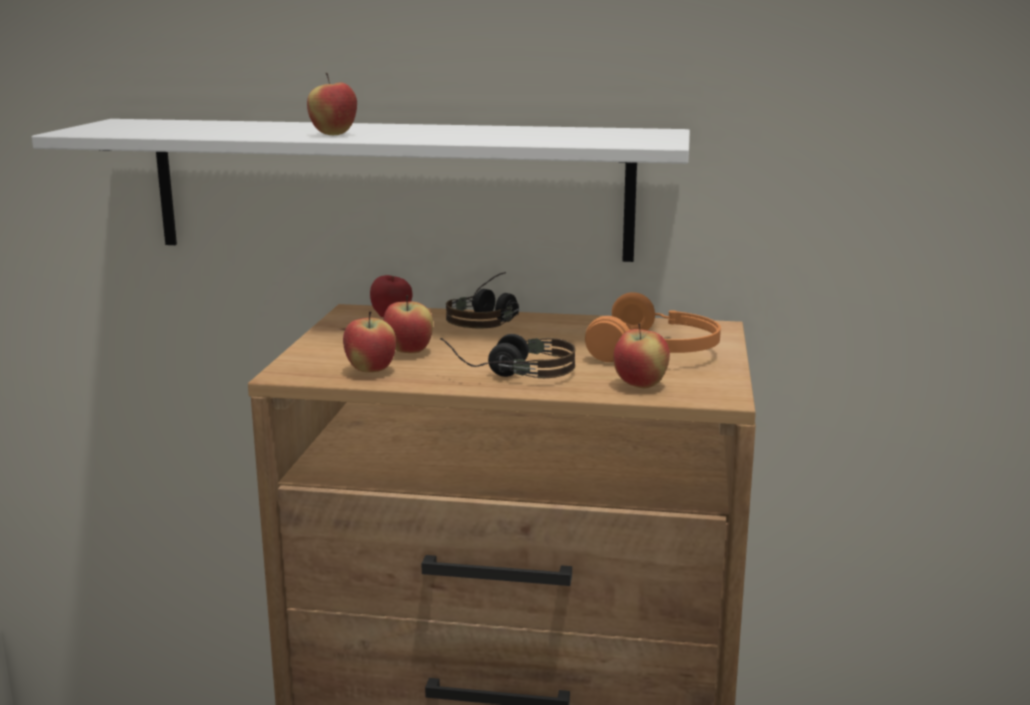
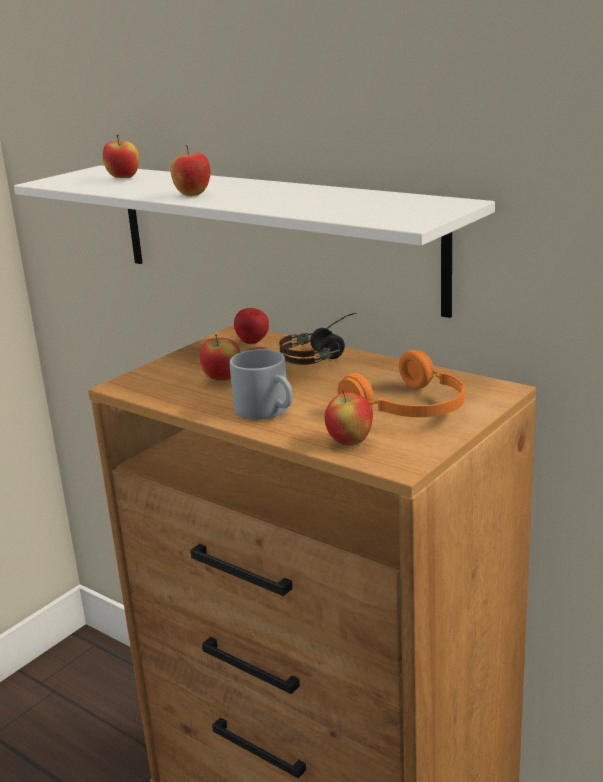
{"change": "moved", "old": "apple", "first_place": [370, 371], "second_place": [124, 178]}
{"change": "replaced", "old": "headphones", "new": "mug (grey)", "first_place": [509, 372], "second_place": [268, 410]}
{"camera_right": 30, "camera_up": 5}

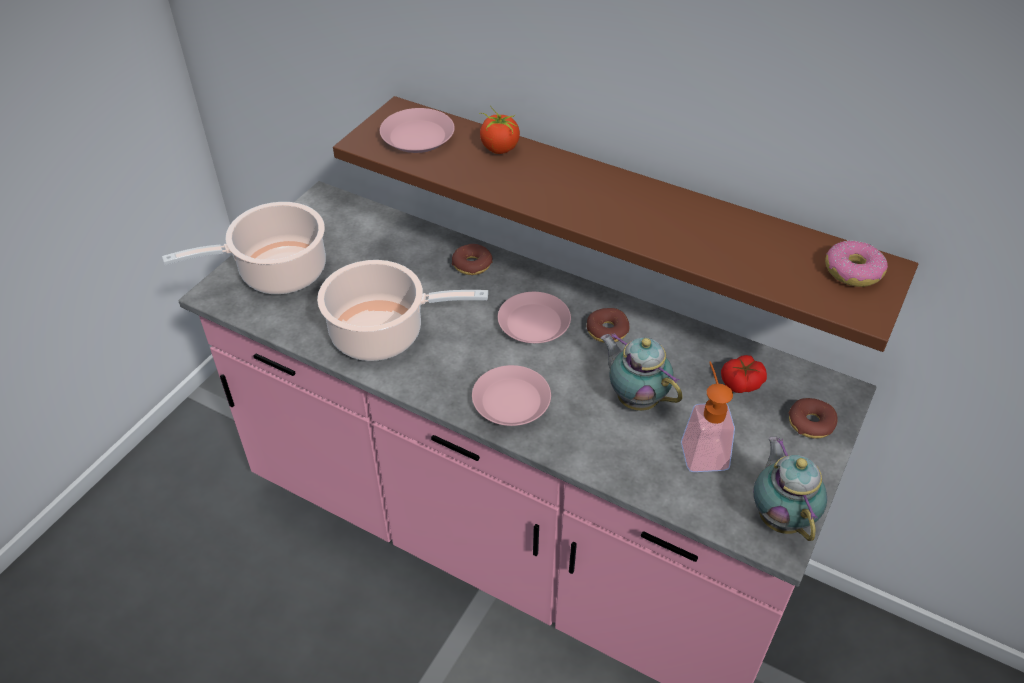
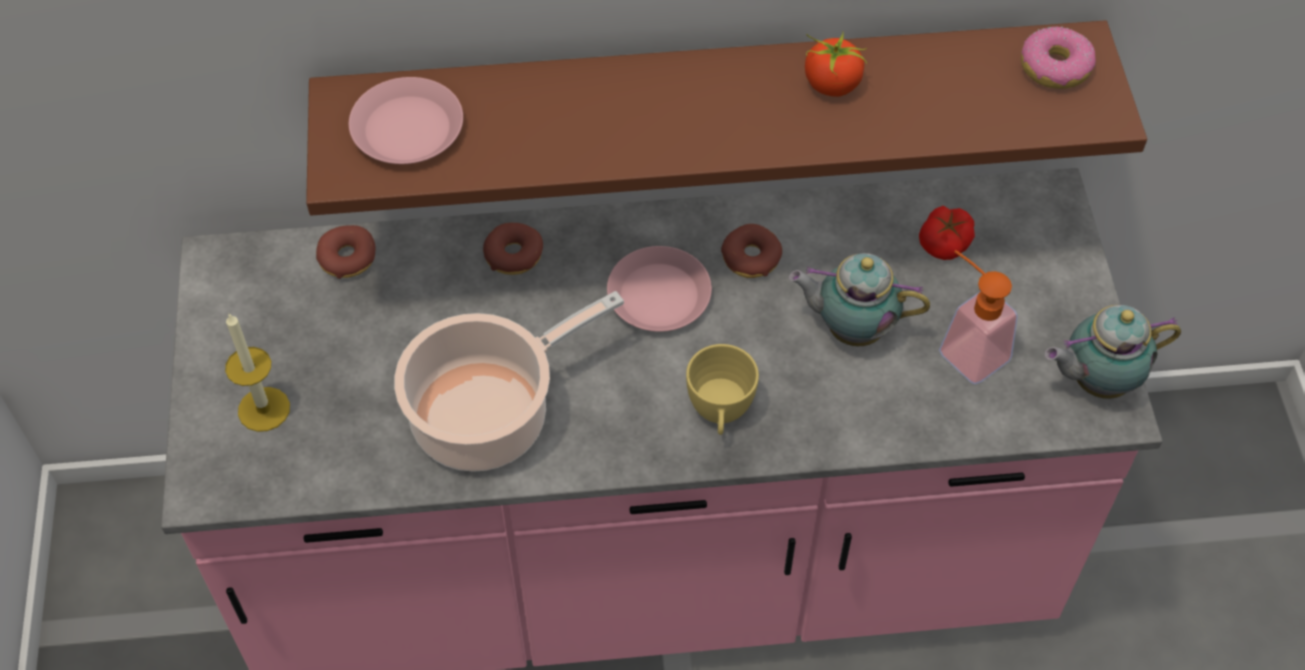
{"change": "replaced", "old": "cooking pot", "new": "candle", "first_place": [277, 273], "second_place": [264, 409]}
{"change": "moved", "old": "donut", "first_place": [810, 423], "second_place": [347, 258]}
{"change": "replaced", "old": "plate (pink)", "new": "cup (yellow)", "first_place": [511, 401], "second_place": [720, 413]}
{"change": "moved", "old": "tomato", "first_place": [499, 148], "second_place": [831, 85]}
{"change": "turned", "old": "teapot", "first_place": [780, 516], "second_place": [1095, 381], "degrees": -60}
{"camera_right": -35, "camera_up": 10}

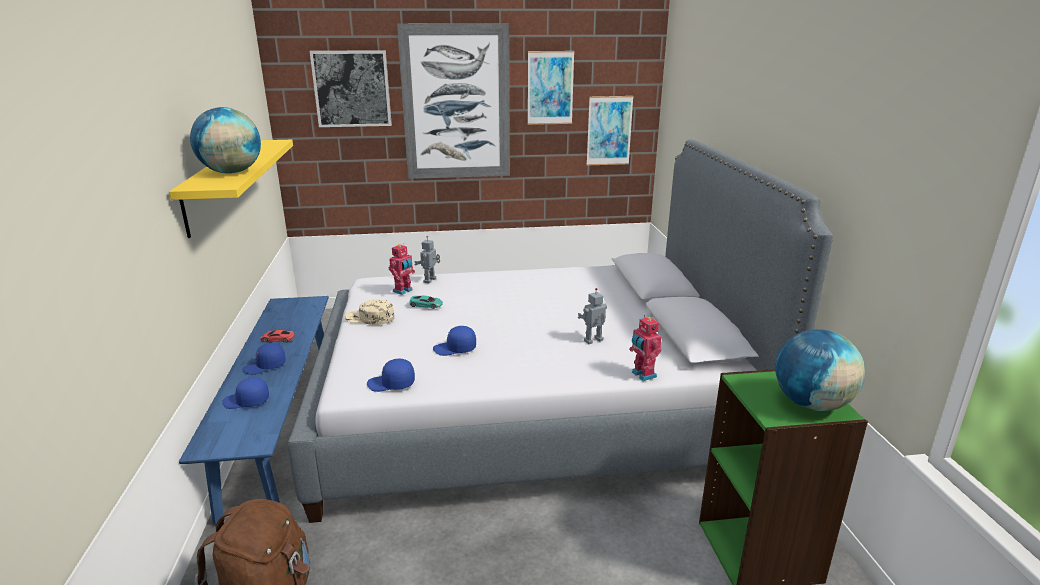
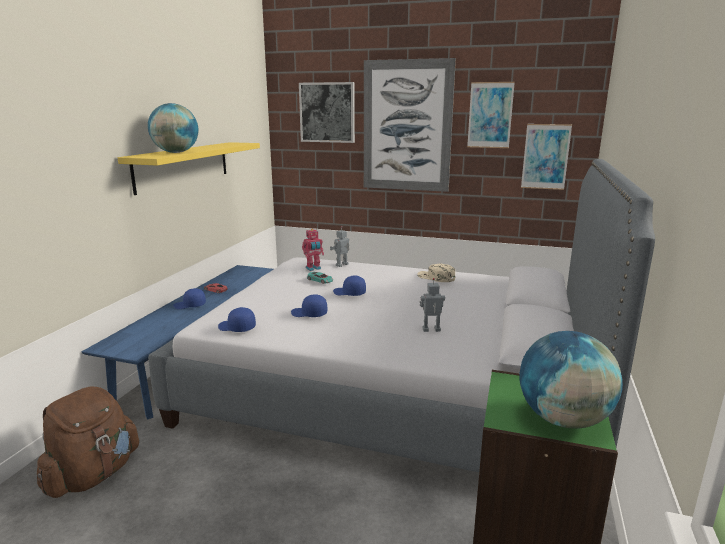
{"change": "moved", "old": "cap (blue)", "first_place": [246, 401], "second_place": [349, 293]}
{"change": "moved", "old": "cap (beige)", "first_place": [370, 318], "second_place": [436, 277]}
{"change": "removed", "old": "toy robot", "first_place": [642, 375]}
{"camera_right": 25, "camera_up": -5}

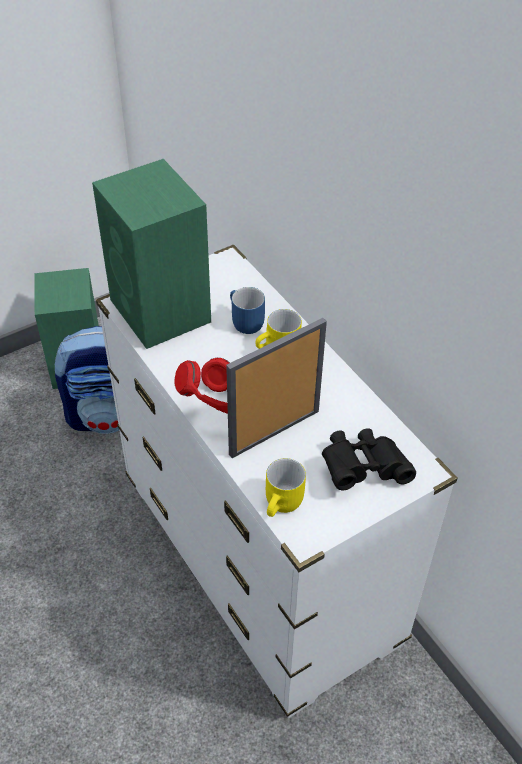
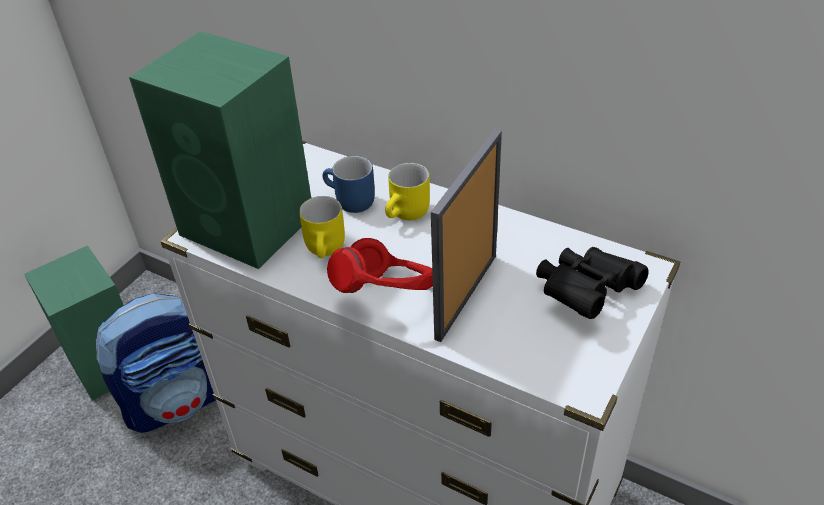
{"change": "moved", "old": "mug (yellow)", "first_place": [284, 505], "second_place": [328, 249]}
{"camera_right": -25, "camera_up": -5}

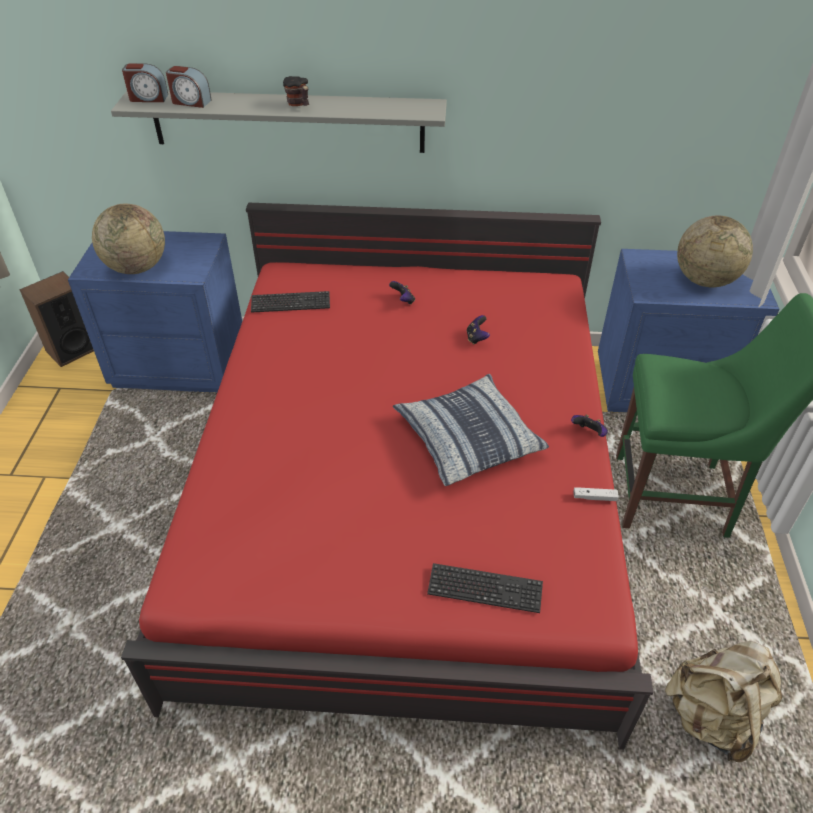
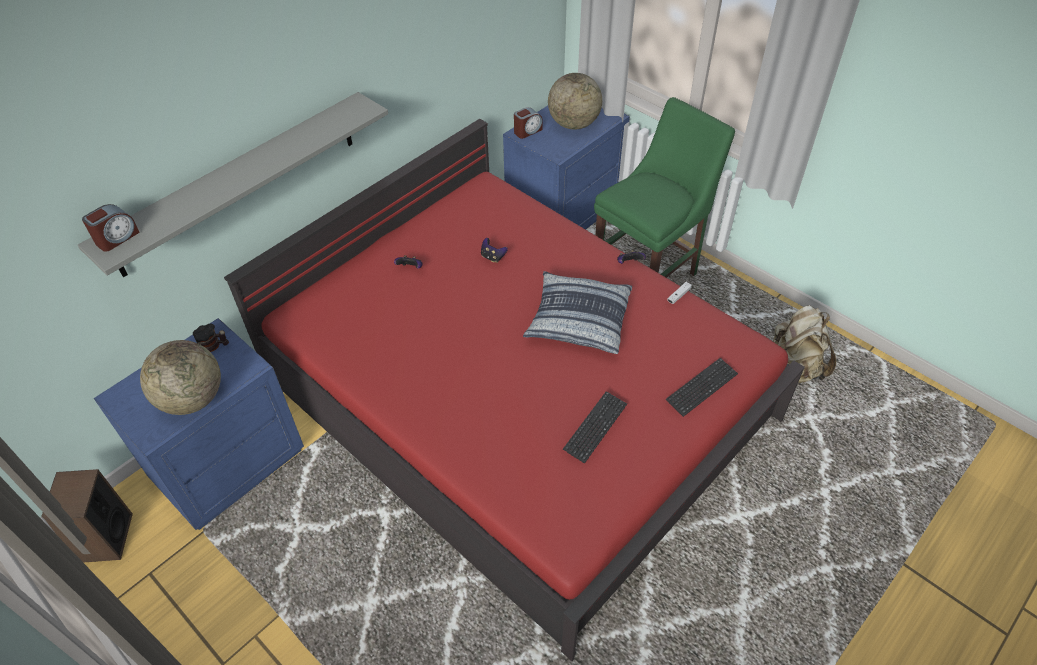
{"change": "moved", "old": "mug", "first_place": [299, 105], "second_place": [214, 346]}
{"change": "moved", "old": "alarm clock", "first_place": [191, 102], "second_place": [527, 131]}
{"change": "moved", "old": "keyboard", "first_place": [290, 303], "second_place": [595, 427]}
{"camera_right": -50, "camera_up": 5}

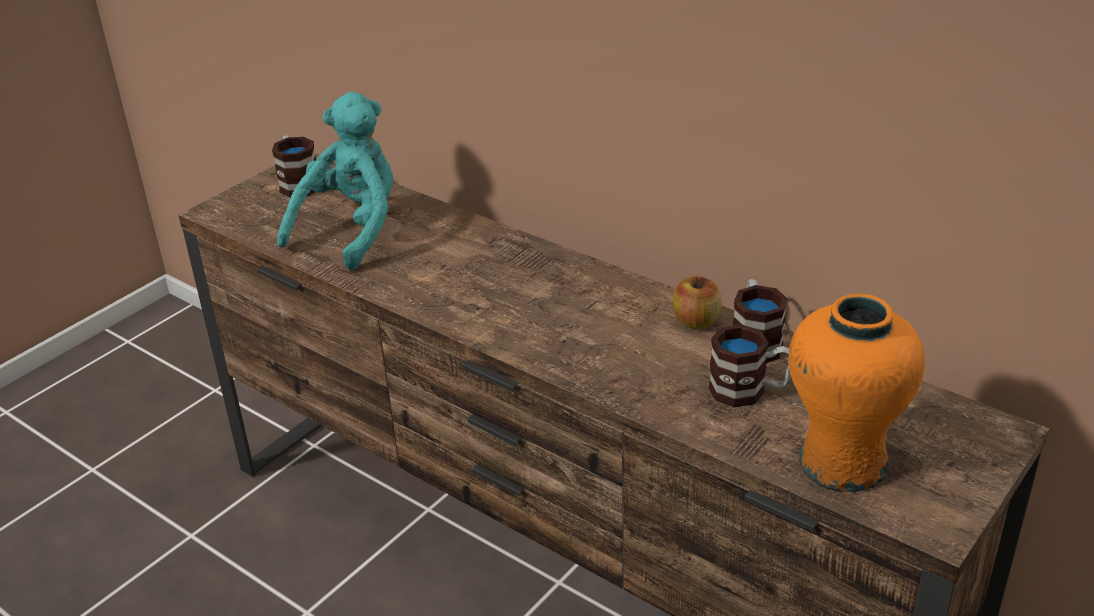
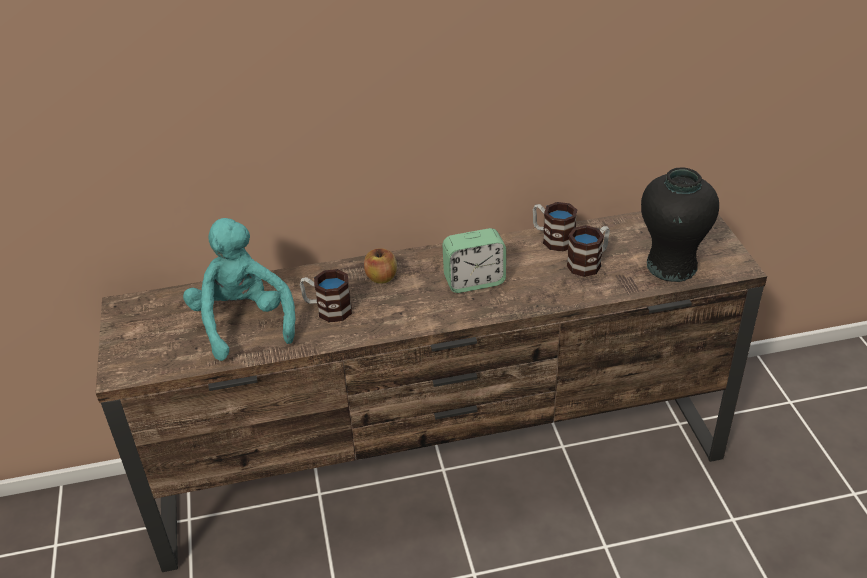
{"change": "moved", "old": "mug", "first_place": [297, 183], "second_place": [327, 309]}
{"change": "moved", "old": "apple", "first_place": [696, 321], "second_place": [381, 278]}
{"change": "added", "new": "alarm clock", "second_place": [474, 281]}
{"change": "recoloured", "old": "vase (orange)", "new": "vase (black)", "first_place": [842, 463], "second_place": [671, 266]}
{"camera_right": -50, "camera_up": 5}

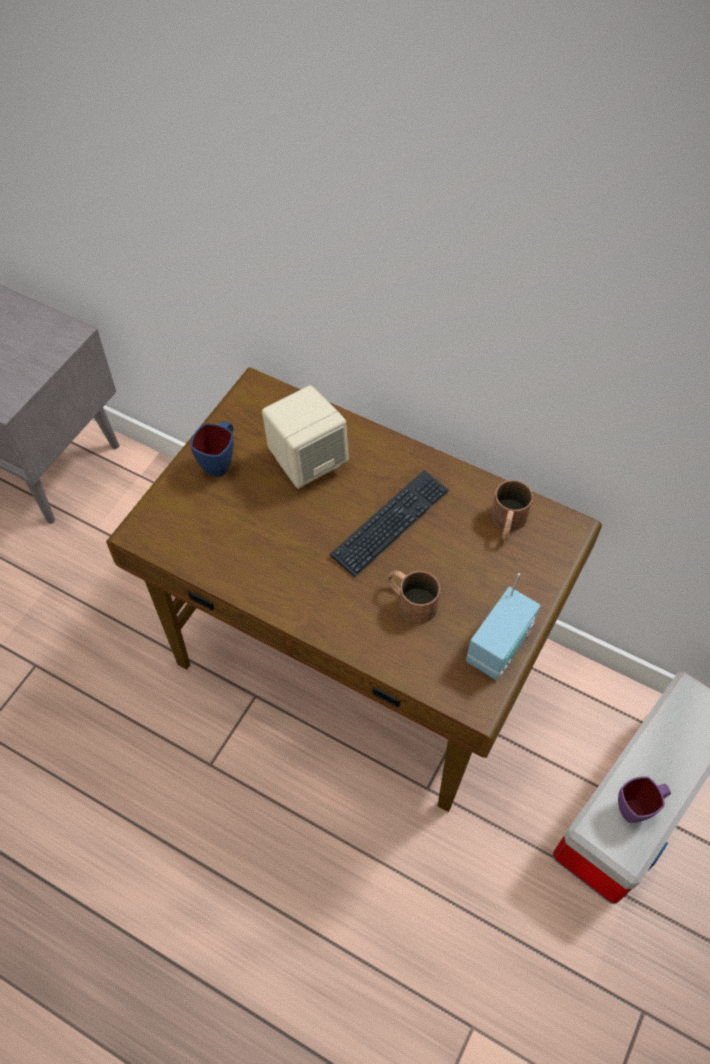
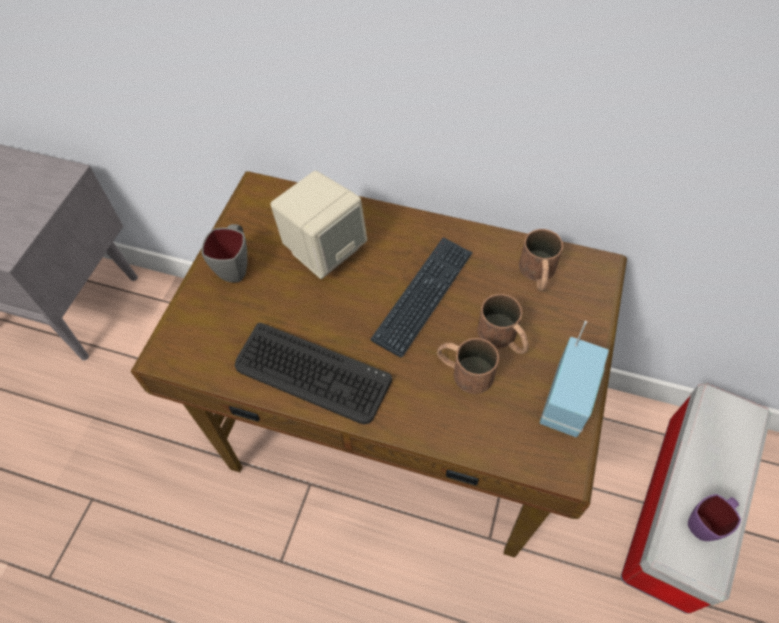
{"change": "recoloured", "old": "mug (blue)", "new": "mug (grey)", "first_place": [220, 461], "second_place": [236, 266]}
{"change": "added", "new": "keyboard", "second_place": [312, 374]}
{"change": "added", "new": "mug (brown)", "second_place": [503, 338]}
{"camera_right": -10, "camera_up": 0}

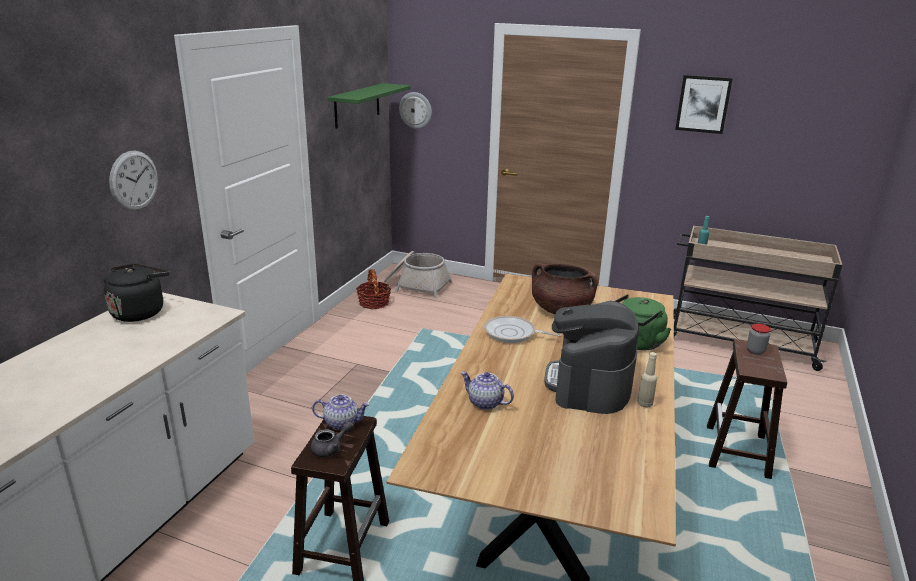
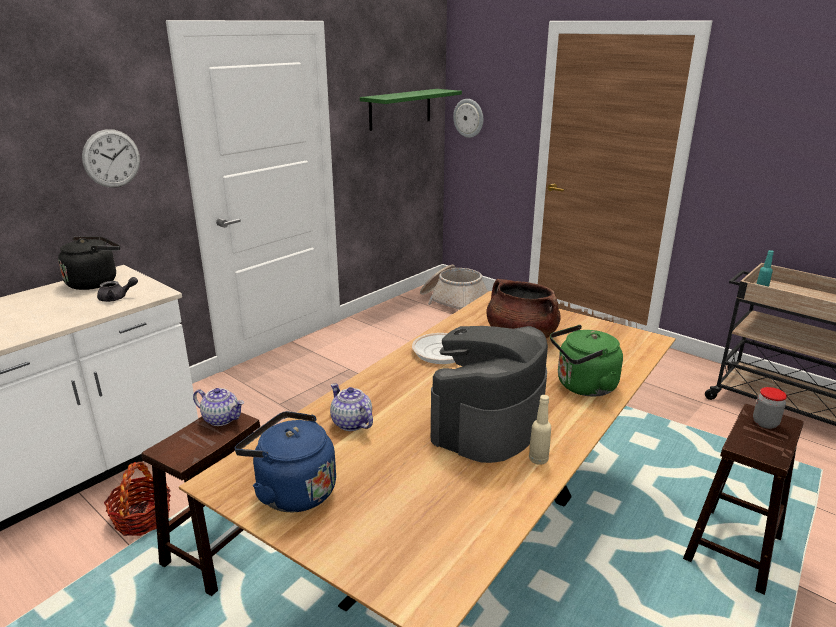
{"change": "moved", "old": "teapot (grey)", "first_place": [331, 448], "second_place": [117, 298]}
{"change": "moved", "old": "basket", "first_place": [374, 303], "second_place": [142, 518]}
{"change": "added", "new": "kettle (blue)", "second_place": [292, 491]}
{"change": "removed", "old": "picture", "first_place": [703, 104]}
{"camera_right": 20, "camera_up": 0}

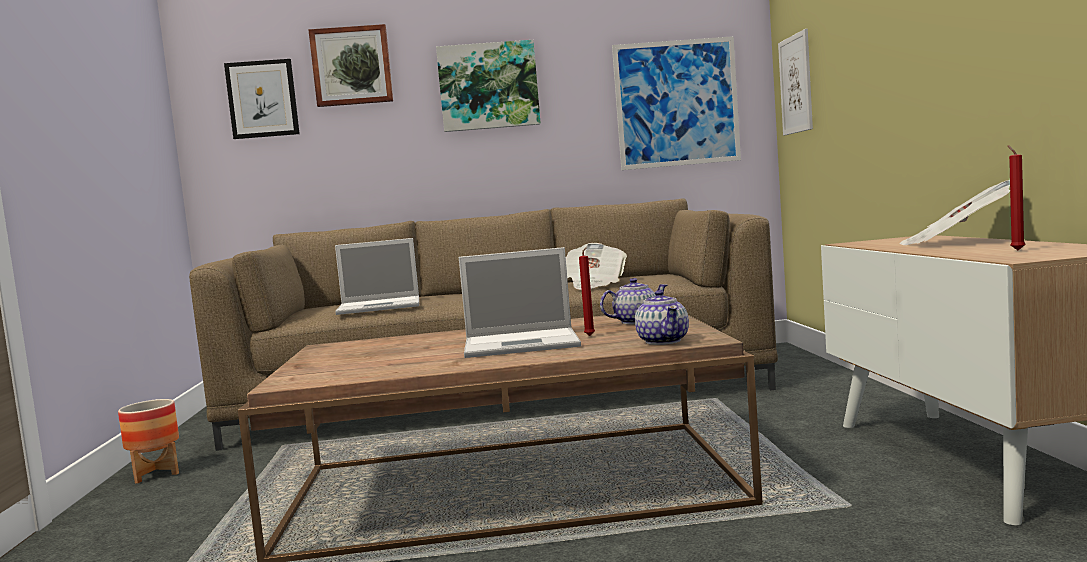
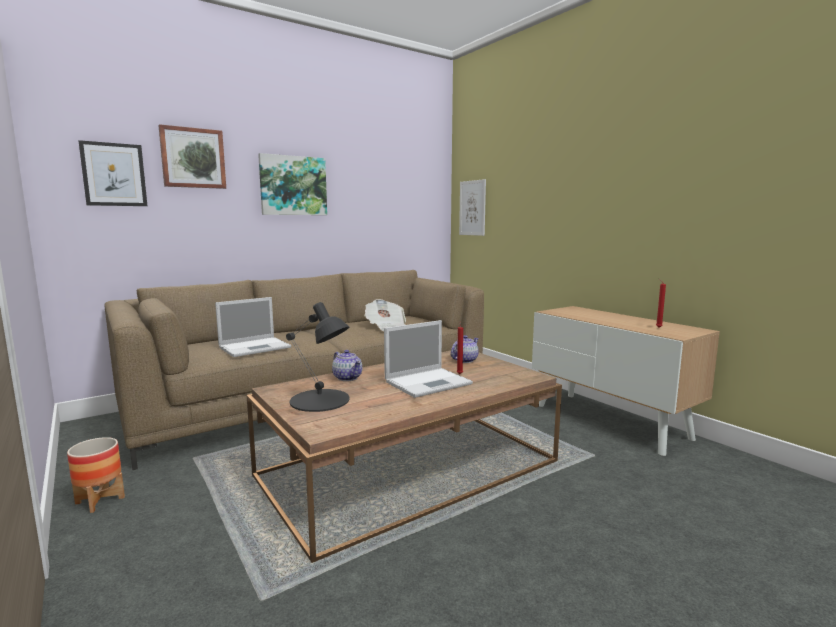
{"change": "added", "new": "table lamp (black)", "second_place": [320, 400]}
{"change": "moved", "old": "teapot", "first_place": [663, 341], "second_place": [347, 378]}
{"change": "removed", "old": "picture", "first_place": [676, 103]}
{"change": "removed", "old": "newspaper", "first_place": [956, 242]}
{"camera_right": -30, "camera_up": 5}

